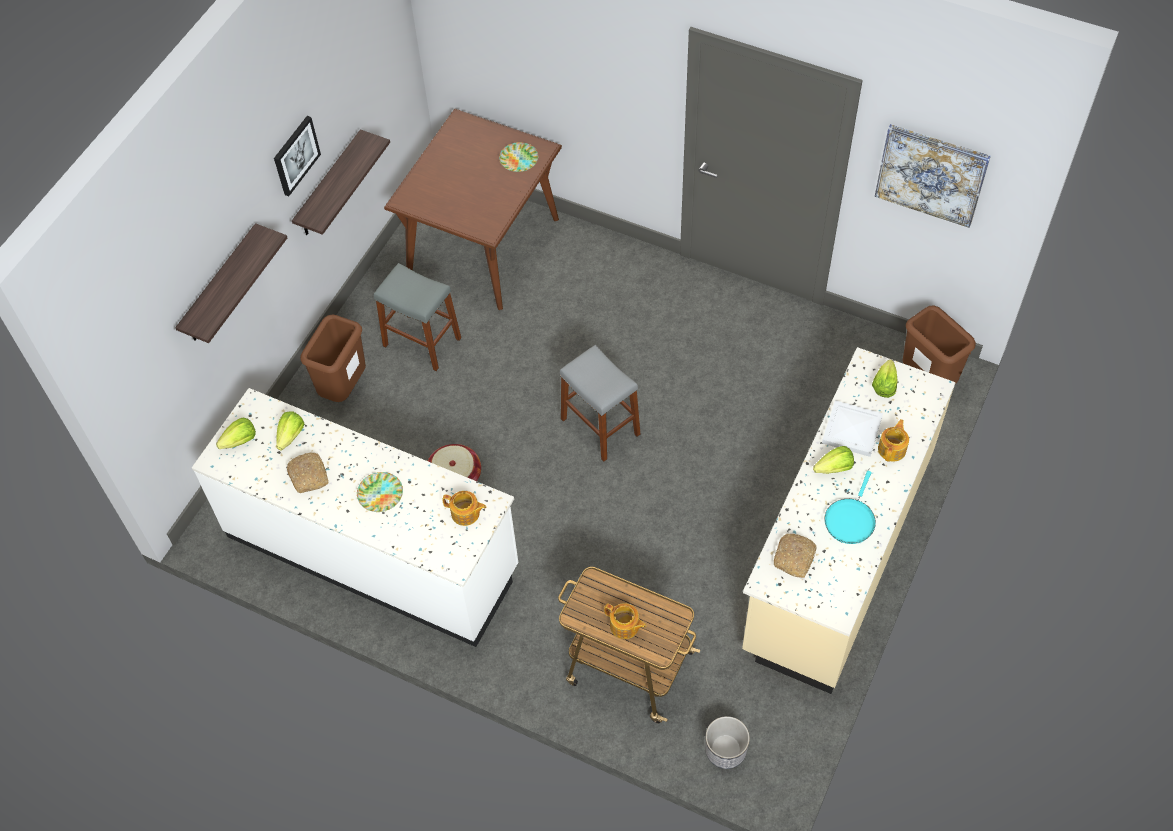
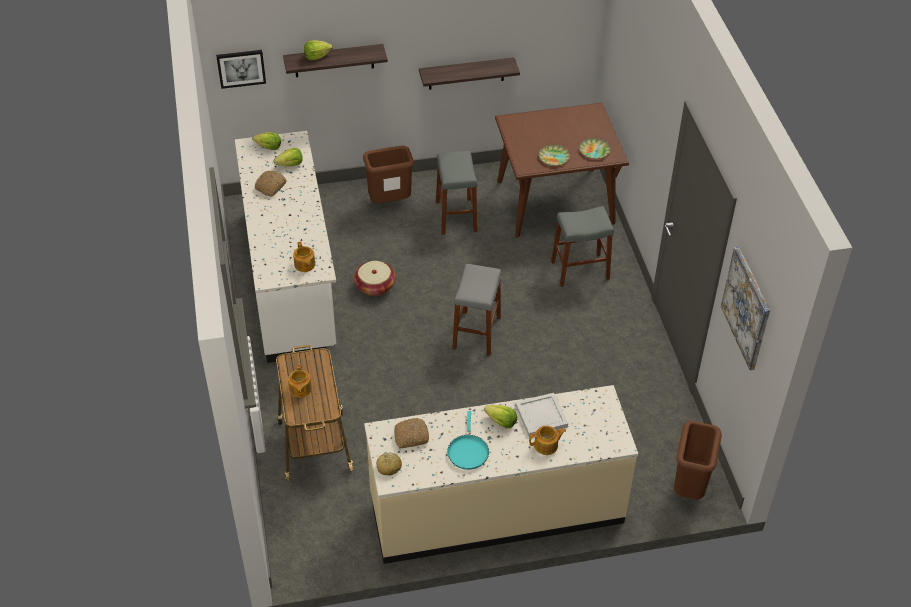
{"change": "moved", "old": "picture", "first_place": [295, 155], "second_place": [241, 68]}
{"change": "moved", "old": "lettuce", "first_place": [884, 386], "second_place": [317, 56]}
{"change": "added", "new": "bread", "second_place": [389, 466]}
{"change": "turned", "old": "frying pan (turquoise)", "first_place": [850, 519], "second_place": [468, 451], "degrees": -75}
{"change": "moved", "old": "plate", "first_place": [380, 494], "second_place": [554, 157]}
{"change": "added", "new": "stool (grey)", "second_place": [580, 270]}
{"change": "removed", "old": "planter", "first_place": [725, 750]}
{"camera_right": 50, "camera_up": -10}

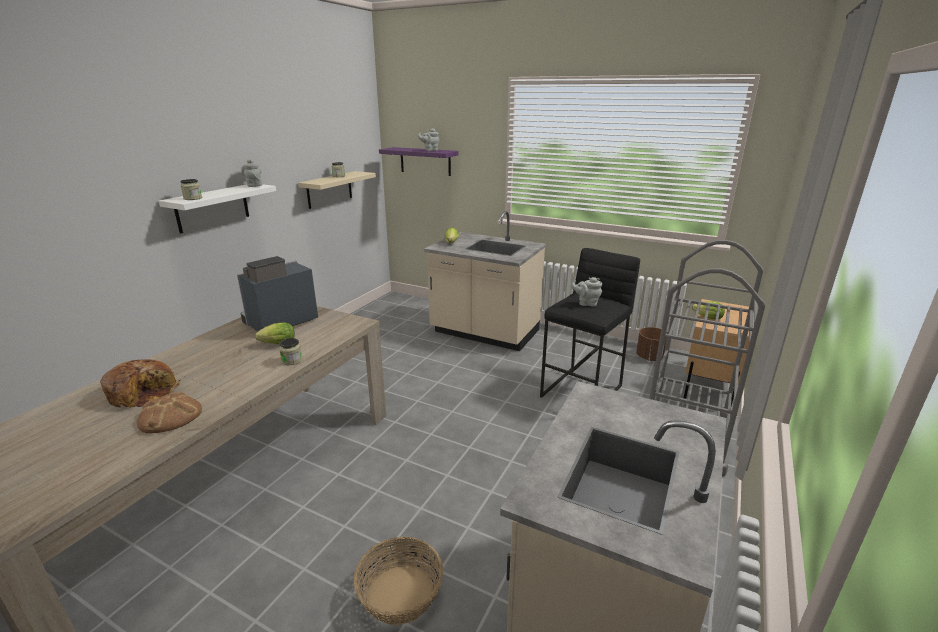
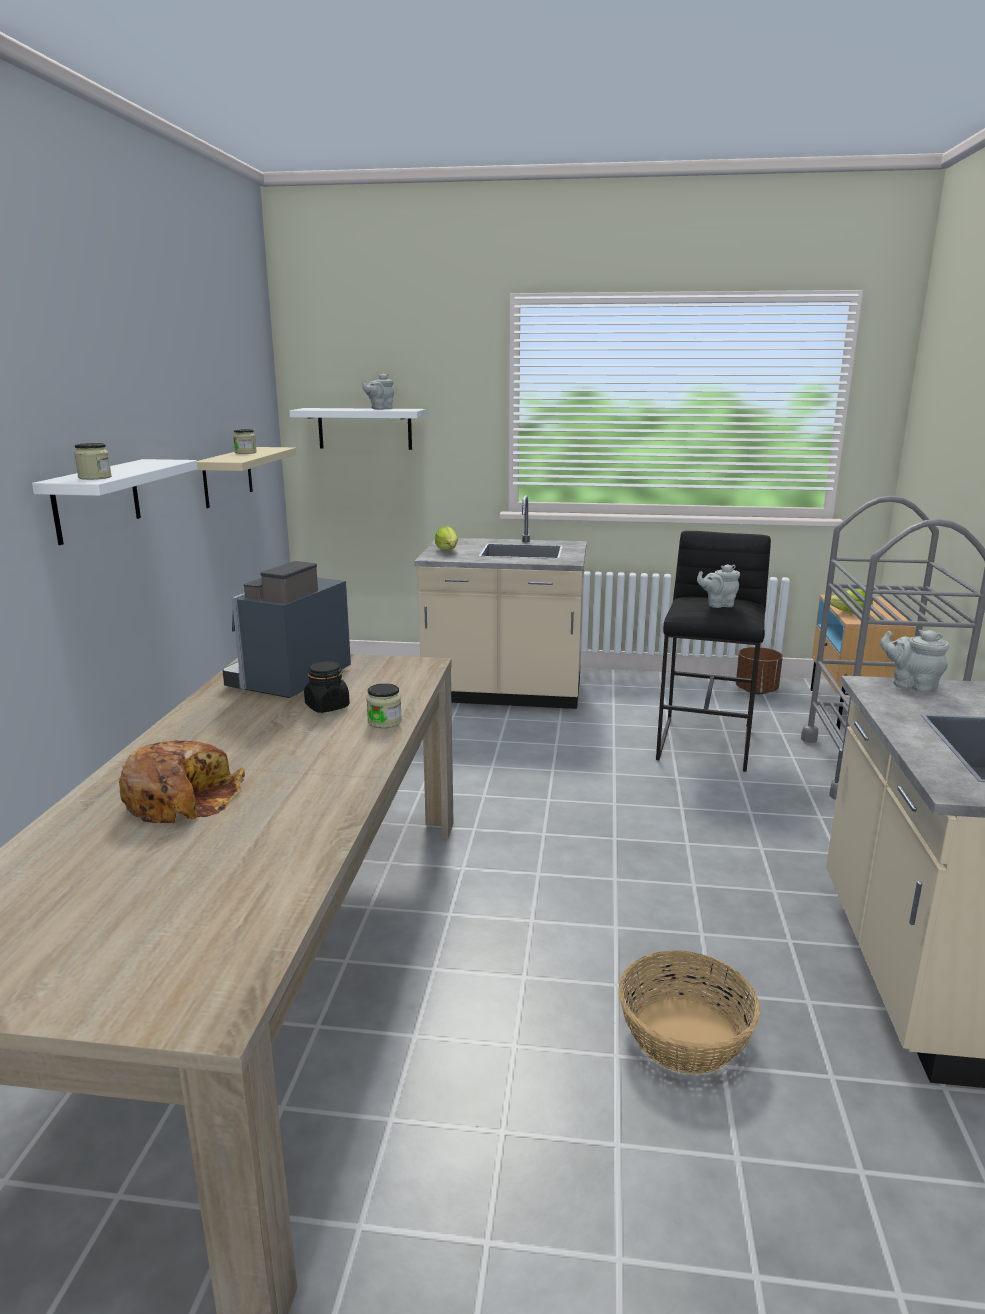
{"change": "recoloured", "old": "shelf (purple)", "new": "shelf (white)", "first_place": [425, 161], "second_place": [365, 428]}
{"change": "replaced", "old": "lettuce", "new": "jar (black)", "first_place": [276, 344], "second_place": [327, 706]}
{"change": "moved", "old": "teapot (grey)", "first_place": [254, 185], "second_place": [911, 685]}
{"change": "removed", "old": "bread", "first_place": [170, 416]}
{"camera_right": -20, "camera_up": -5}

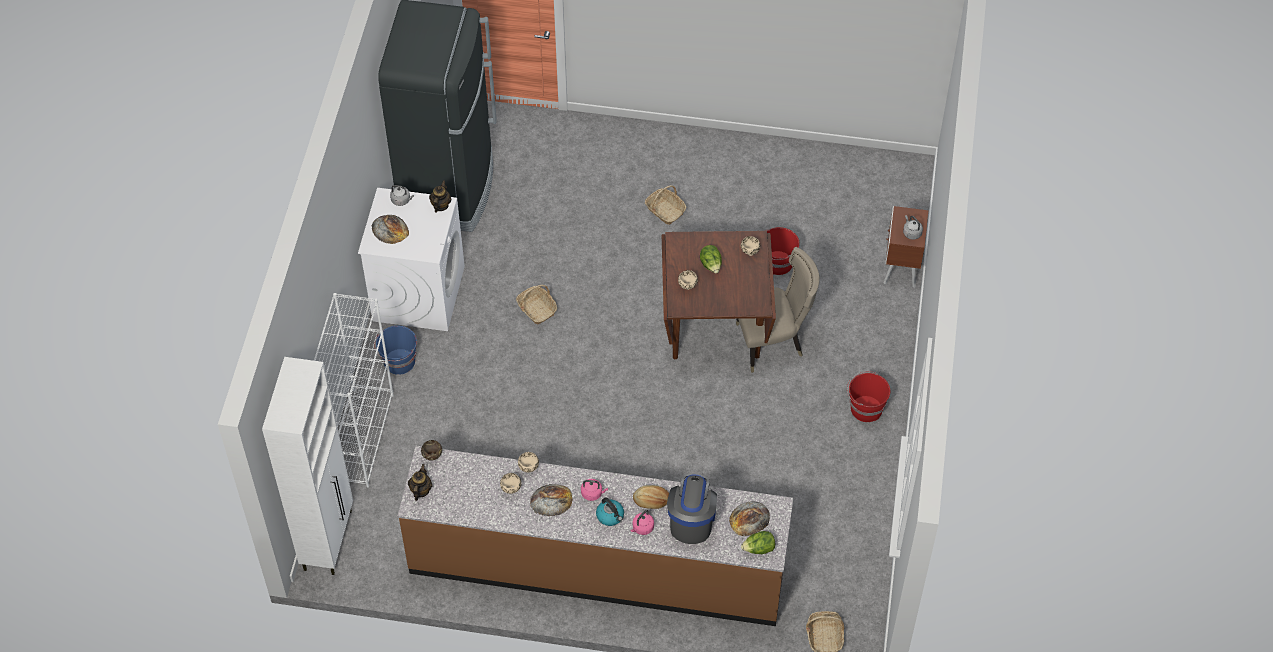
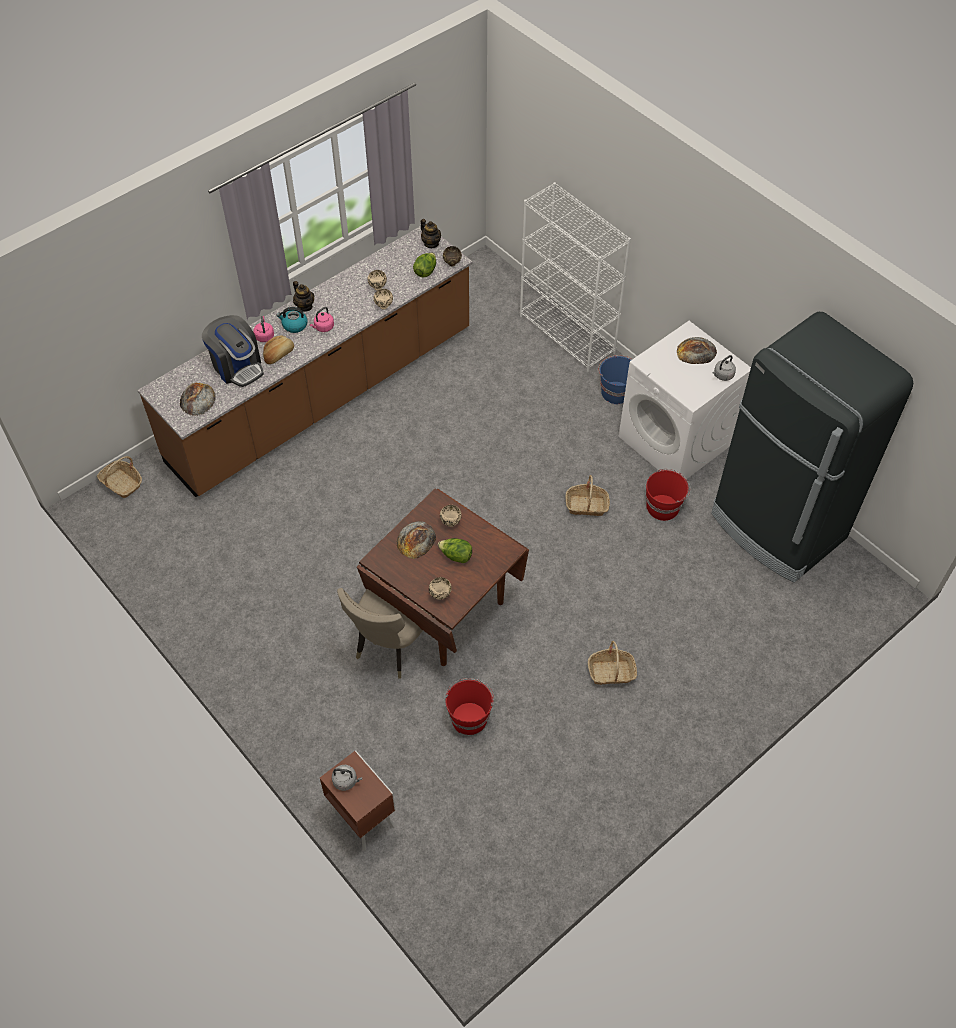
{"change": "moved", "old": "teapot", "first_place": [440, 205], "second_place": [305, 306]}
{"change": "moved", "old": "bread", "first_place": [551, 500], "second_place": [416, 540]}
{"change": "moved", "old": "lettuce", "first_place": [758, 549], "second_place": [425, 271]}
{"change": "moved", "old": "bucket (red)", "first_place": [865, 408], "second_place": [663, 507]}
{"change": "removed", "old": "cabinet (white)", "first_place": [328, 539]}
{"camera_right": 130, "camera_up": 0}

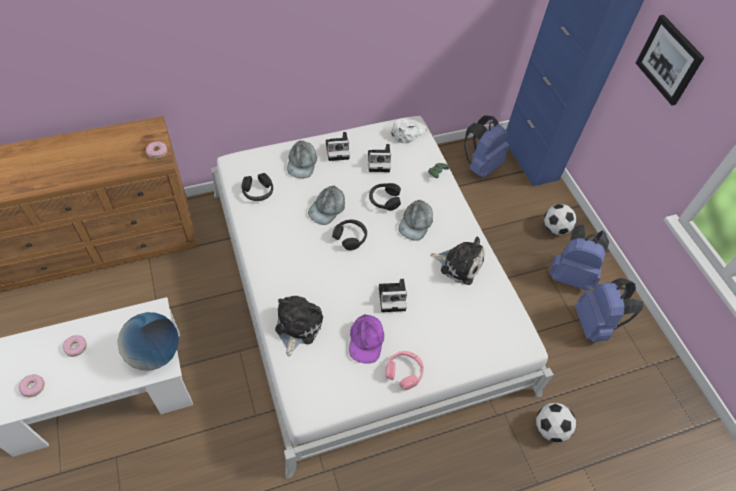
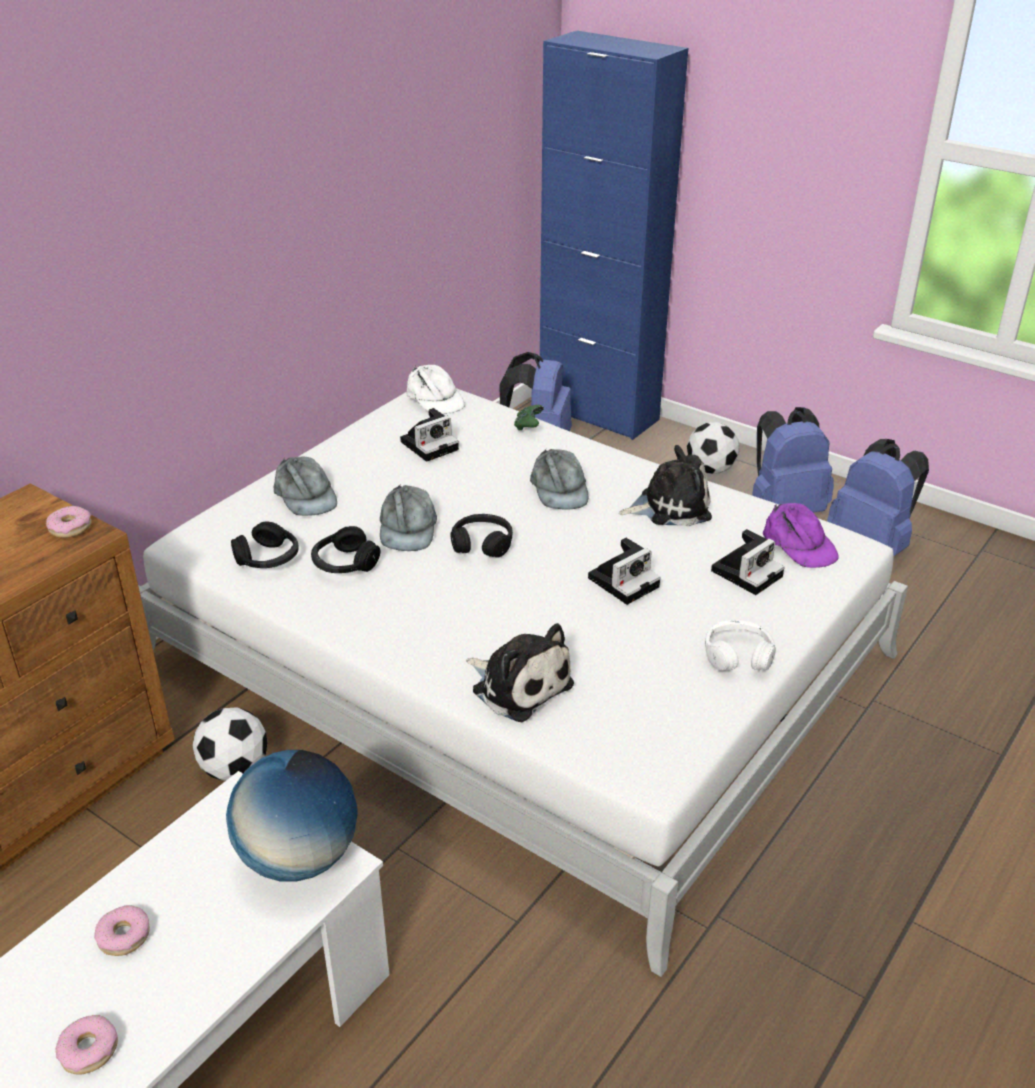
{"change": "moved", "old": "football", "first_place": [550, 428], "second_place": [235, 769]}
{"change": "moved", "old": "headphones (black)", "first_place": [384, 200], "second_place": [344, 563]}
{"change": "turned", "old": "cap (white)", "first_place": [407, 131], "second_place": [434, 399], "degrees": 135}
{"change": "turned", "old": "plush toy", "first_place": [297, 326], "second_place": [519, 685], "degrees": 150}
{"change": "recoloured", "old": "headphones (pink)", "new": "headphones (white)", "first_place": [404, 372], "second_place": [738, 655]}
{"change": "moved", "old": "photo camera", "first_place": [338, 150], "second_place": [747, 572]}
{"change": "moved", "old": "cap (purple)", "first_place": [366, 340], "second_place": [799, 545]}
{"change": "removed", "old": "picture", "first_place": [669, 60]}
{"camera_right": -30, "camera_up": -20}

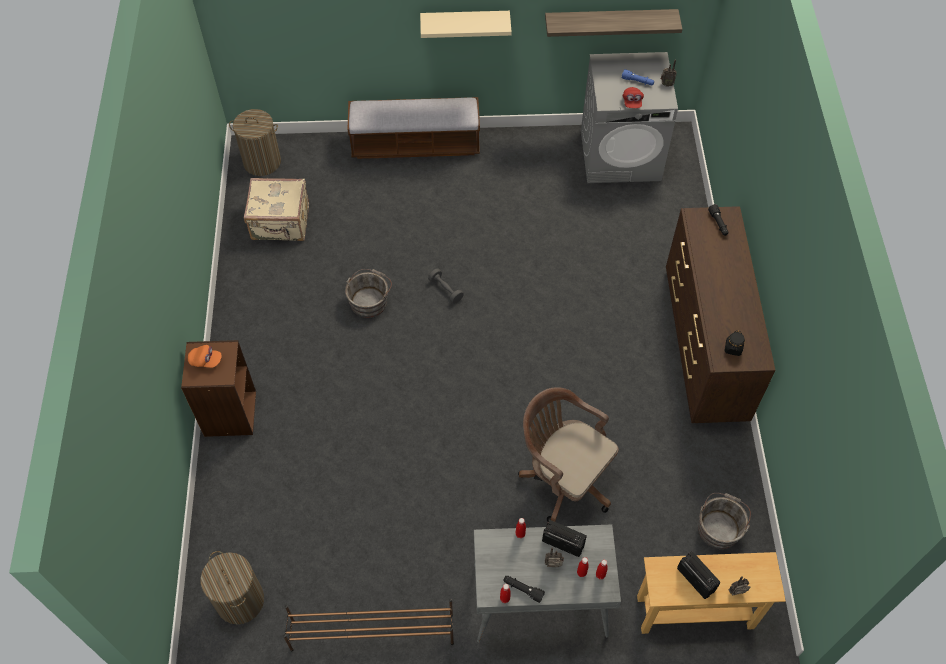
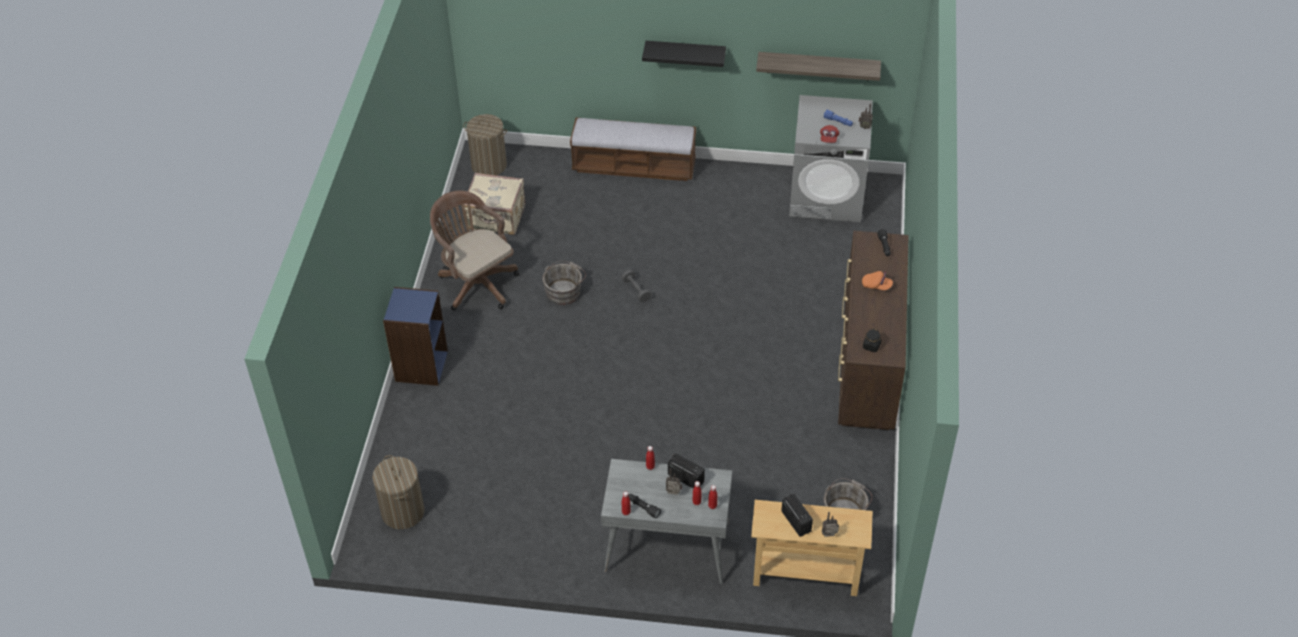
{"change": "recoloured", "old": "bookcase (brown)", "new": "bookcase (blue)", "first_place": [229, 413], "second_place": [421, 366]}
{"change": "moved", "old": "office chair (brown)", "first_place": [563, 477], "second_place": [476, 283]}
{"change": "recoloured", "old": "shelf (beige)", "new": "shelf (black)", "first_place": [465, 22], "second_place": [685, 53]}
{"change": "moved", "old": "cap (orange)", "first_place": [206, 360], "second_place": [876, 285]}
{"change": "removed", "old": "shoe rack (brown)", "first_place": [371, 632]}
{"camera_right": 10, "camera_up": -10}

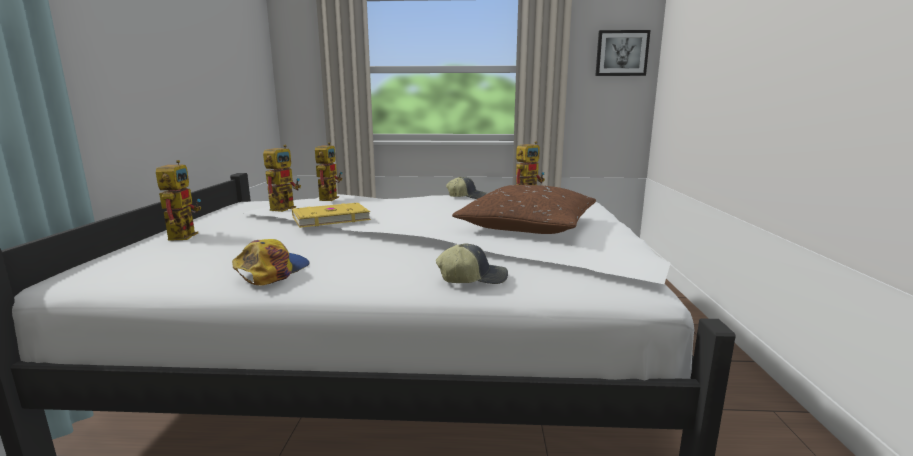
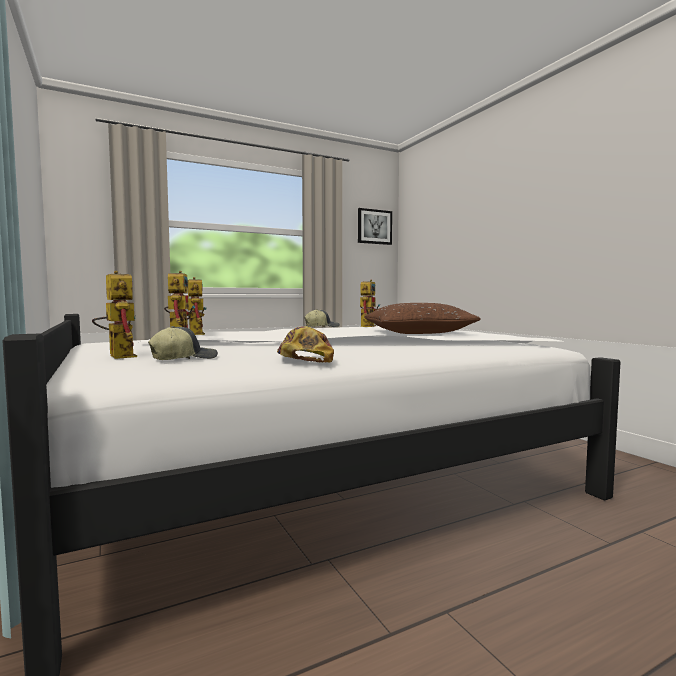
{"change": "moved", "old": "cap", "first_place": [472, 278], "second_place": [184, 359]}
{"change": "removed", "old": "book (yellow)", "first_place": [330, 218]}
{"camera_right": -30, "camera_up": -10}

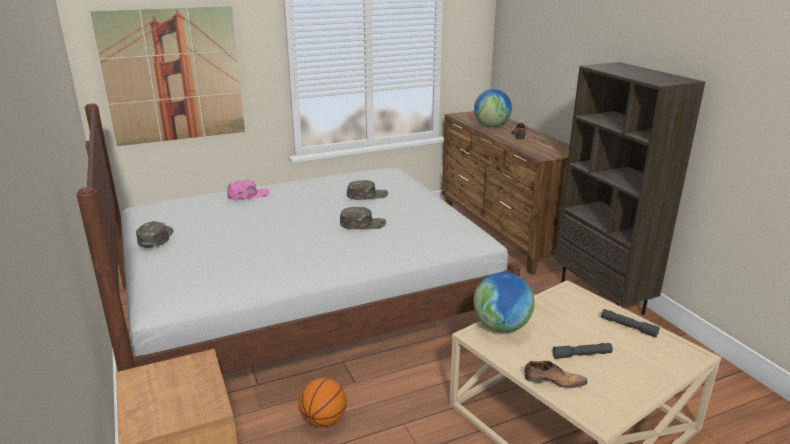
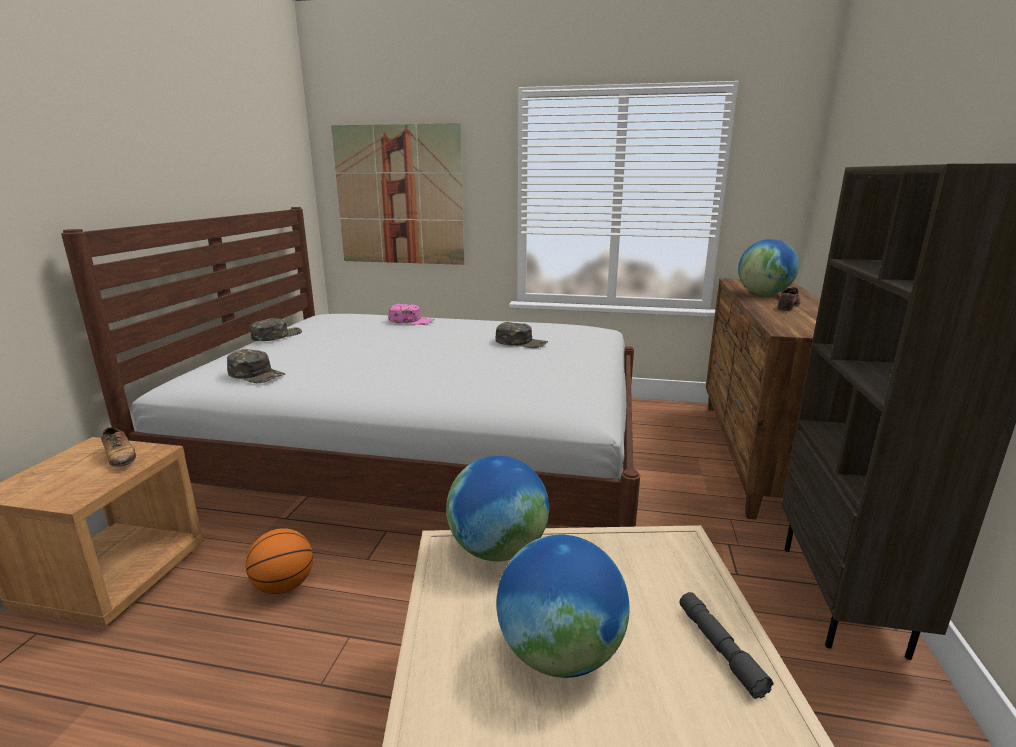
{"change": "moved", "old": "shoe", "first_place": [553, 381], "second_place": [120, 457]}
{"change": "moved", "old": "cap (green)", "first_place": [363, 223], "second_place": [256, 374]}
{"change": "replaced", "old": "flashlight (grey)", "new": "globe", "first_place": [581, 355], "second_place": [560, 654]}
{"camera_right": 35, "camera_up": -5}

